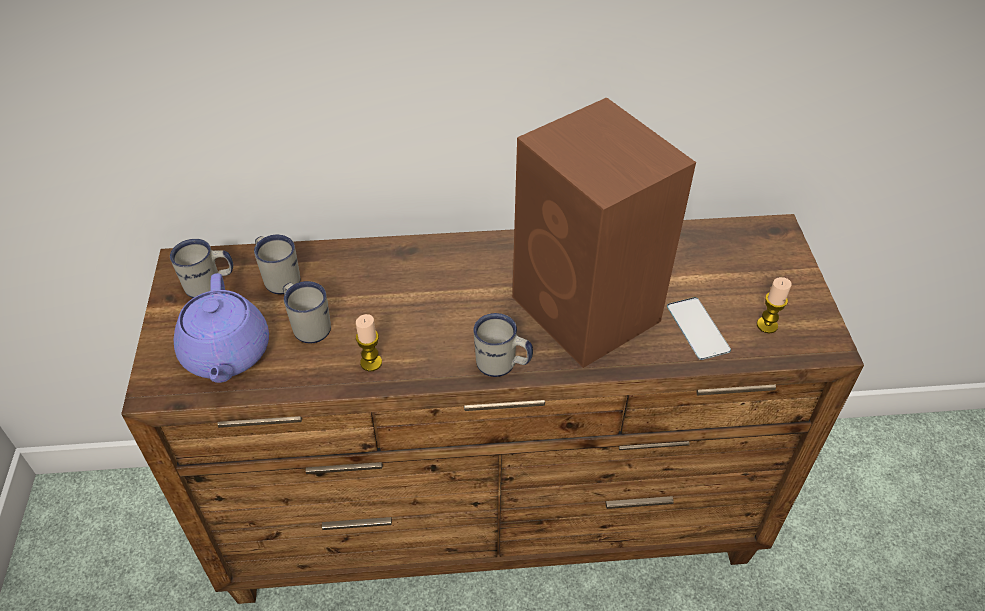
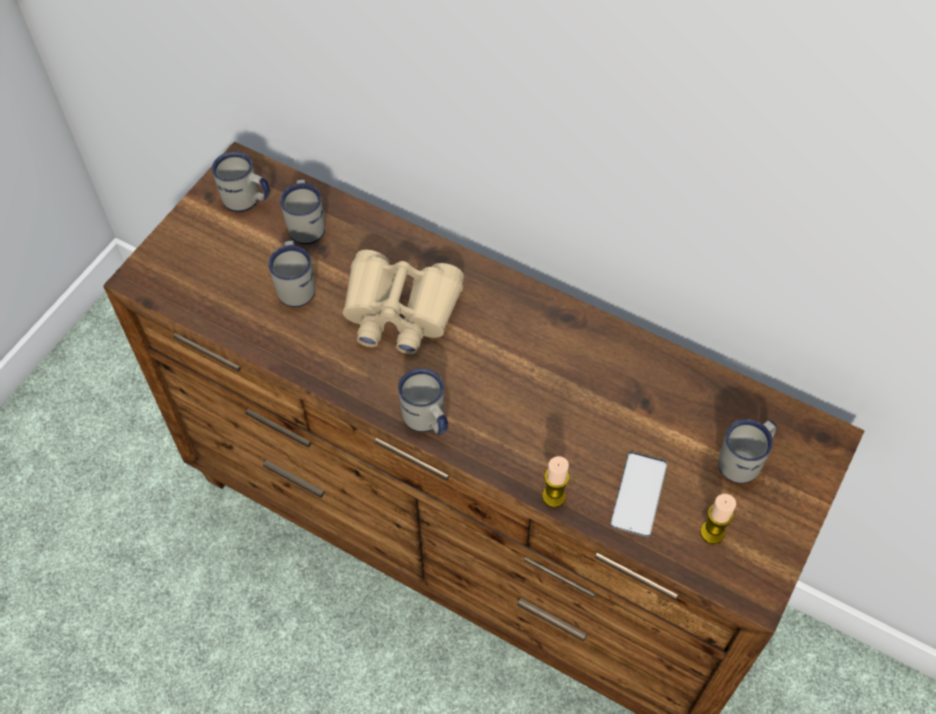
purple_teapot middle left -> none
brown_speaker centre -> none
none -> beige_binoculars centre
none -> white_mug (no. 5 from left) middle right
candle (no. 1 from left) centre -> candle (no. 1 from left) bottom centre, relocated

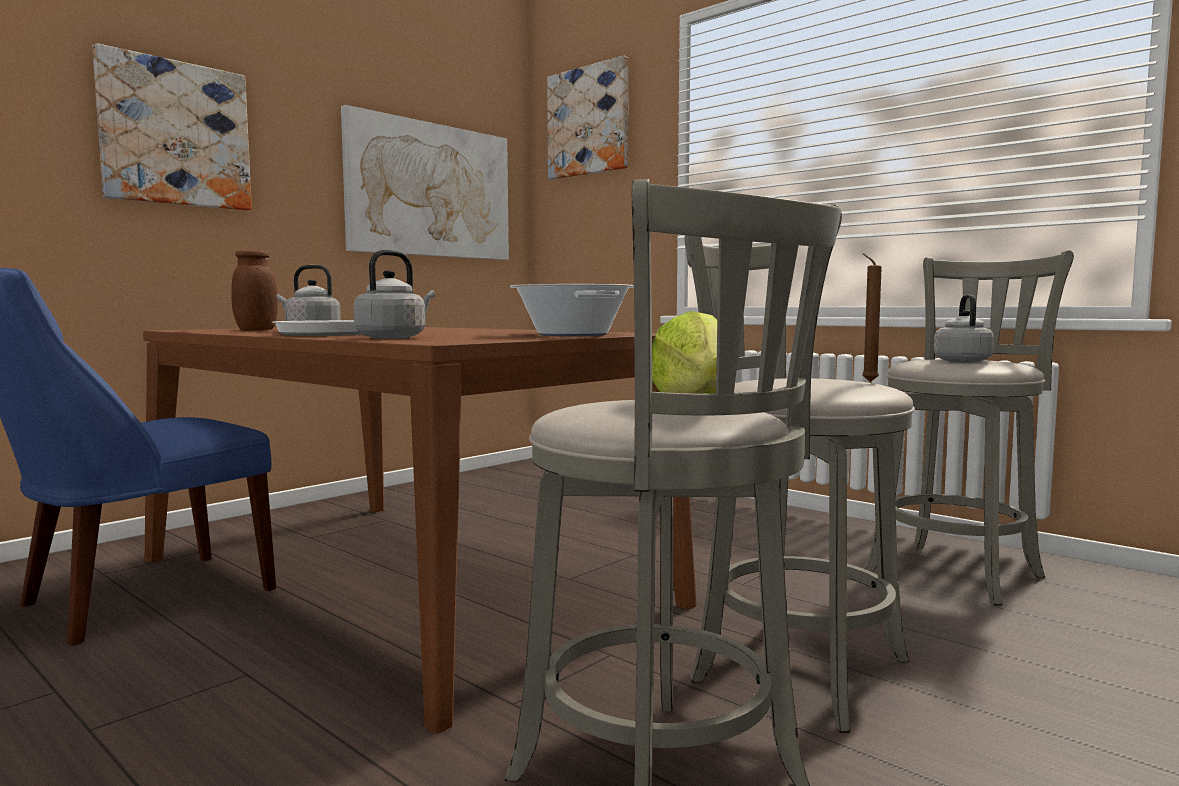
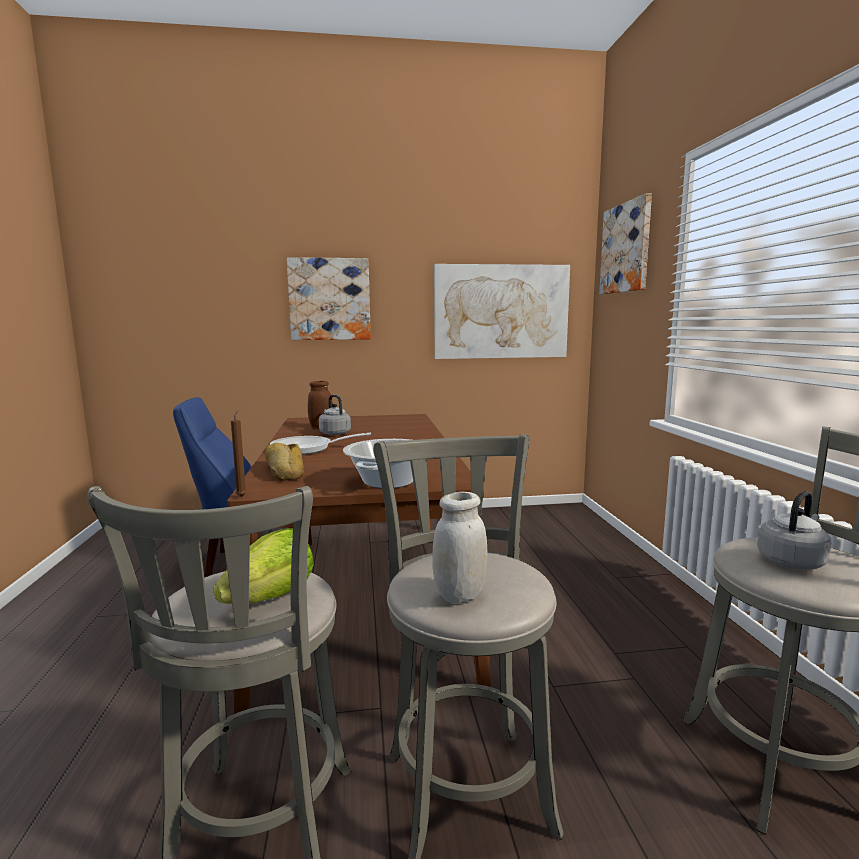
none -> white_jar centre
brown_candle middle right -> brown_candle middle left, relocated
grey_kettle (no. 2 from left) centre -> bread middle left

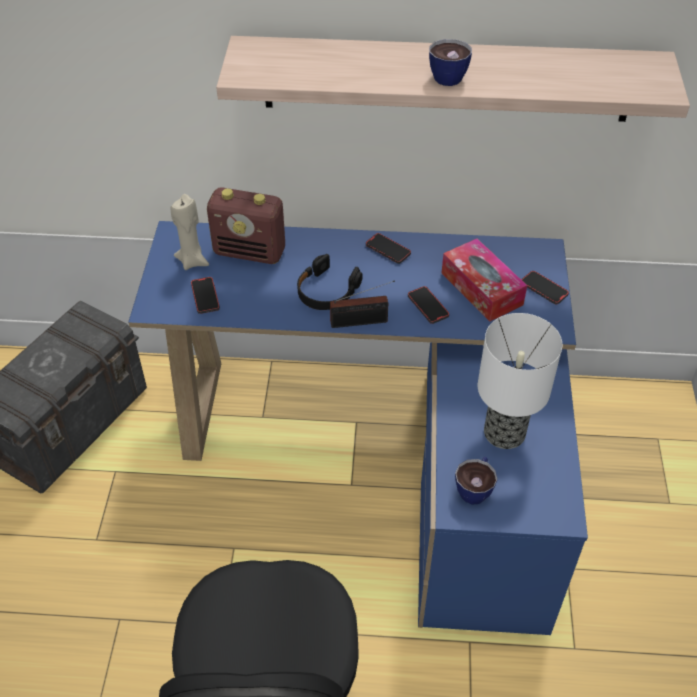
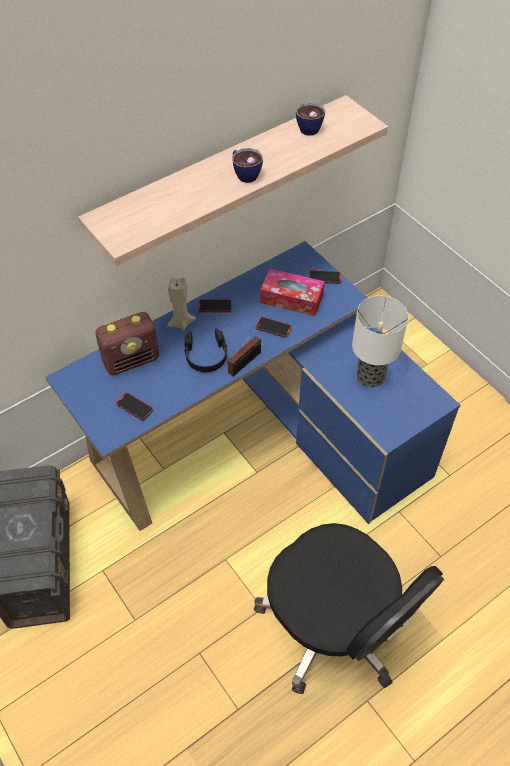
beige_candle top left -> beige_candle centre, relocated
cup (no. 2 from left) bottom right -> cup (no. 2 from left) top centre, relocated

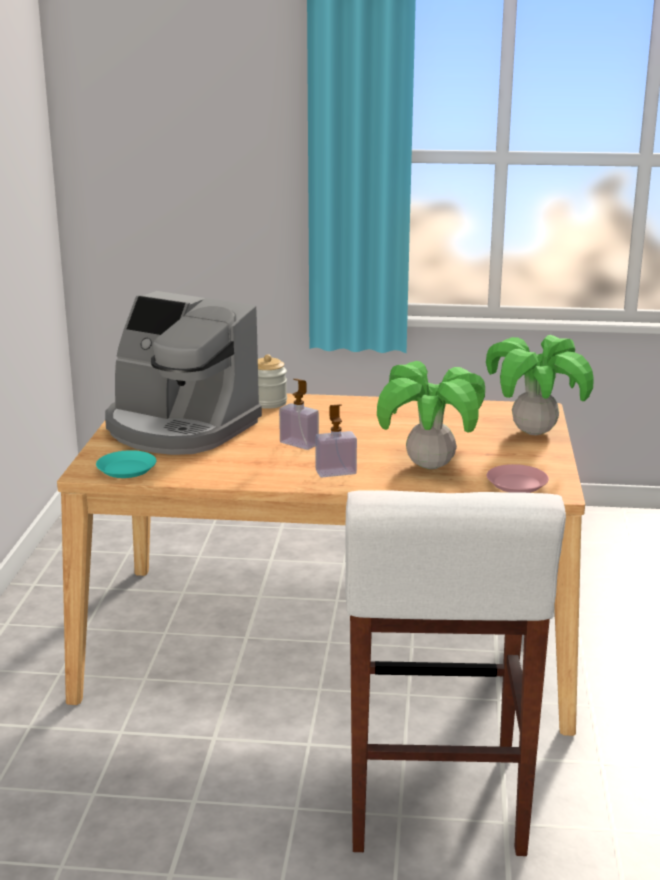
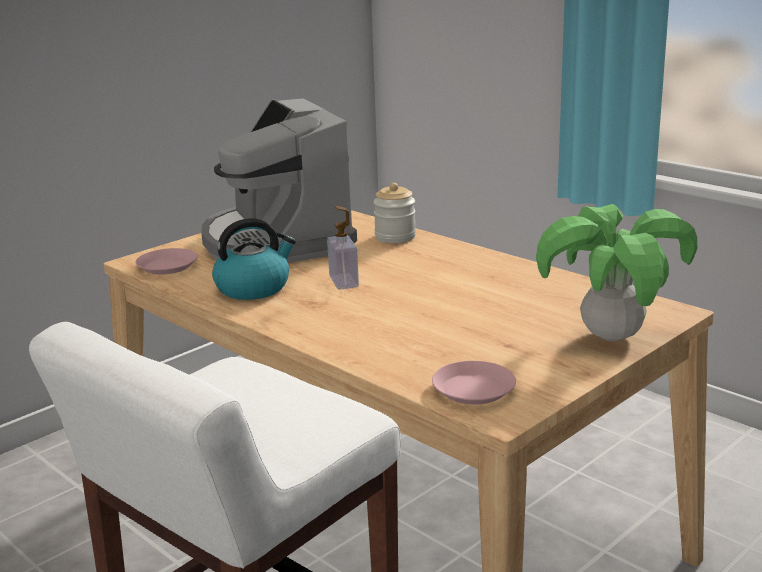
soap_dispenser (no. 2 from left) centre -> none
potted_plant (no. 1 from left) centre -> none
none -> kettle centre
turquoise_plate middle left -> pink_plate (no. 1 from left) middle left

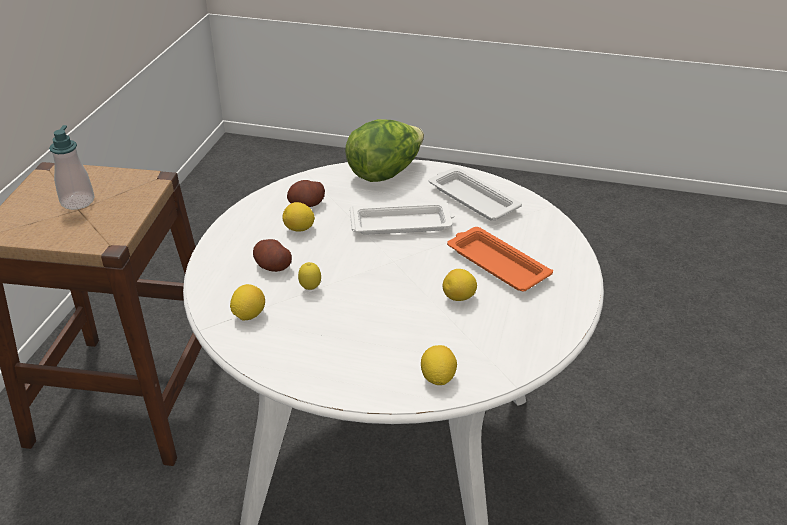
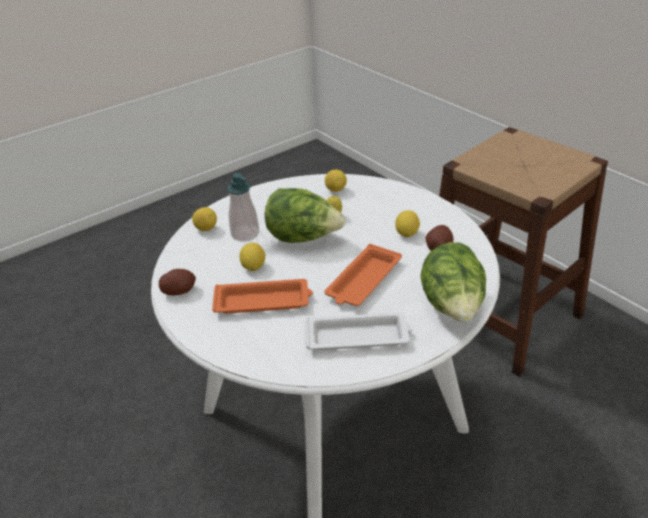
none -> lettuce (no. 1 from left) centre
soap_dispenser top left -> soap_dispenser centre, relocated
potato (no. 1 from left) centre -> potato (no. 1 from left) middle left, relocated
white_tray (no. 1 from left) centre -> orange_tray (no. 2 from left) centre

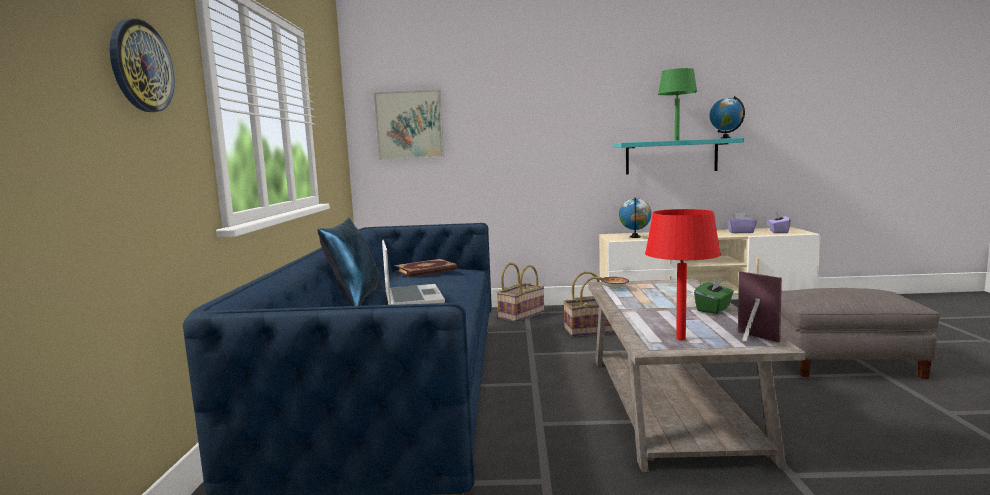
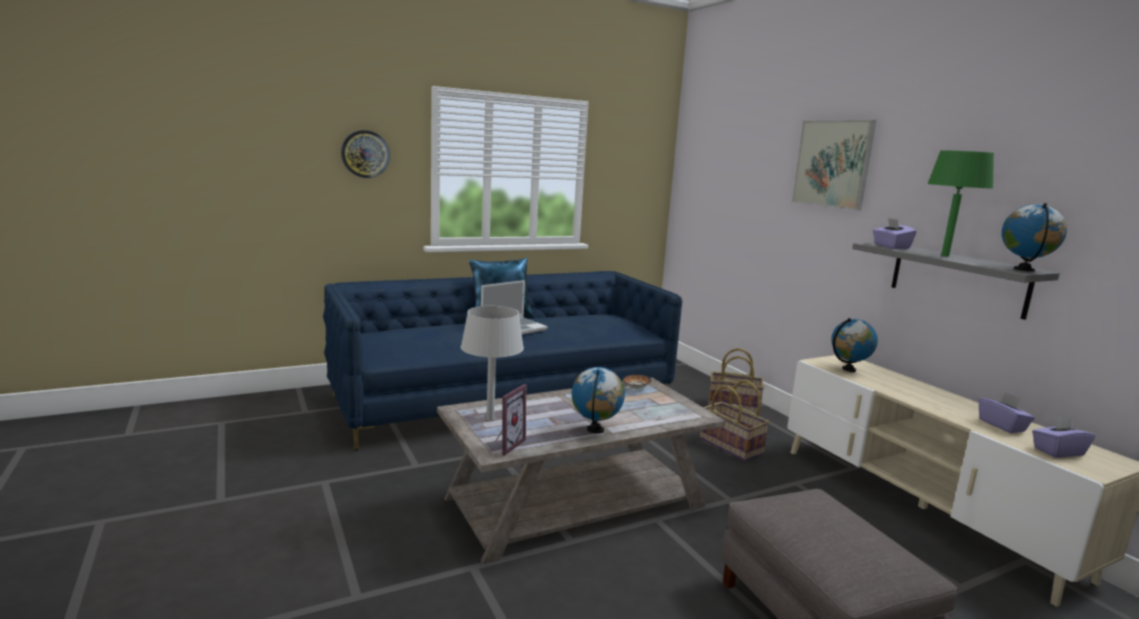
book centre -> none
none -> purple_tissue_box (no. 1 from left) middle right
picture top centre -> picture top right, relocated
green_tissue_box middle right -> globe (no. 1 from left) centre
turquoise_shelf top right -> grey_shelf middle right
red_table_lamp middle right -> grey_table_lamp centre

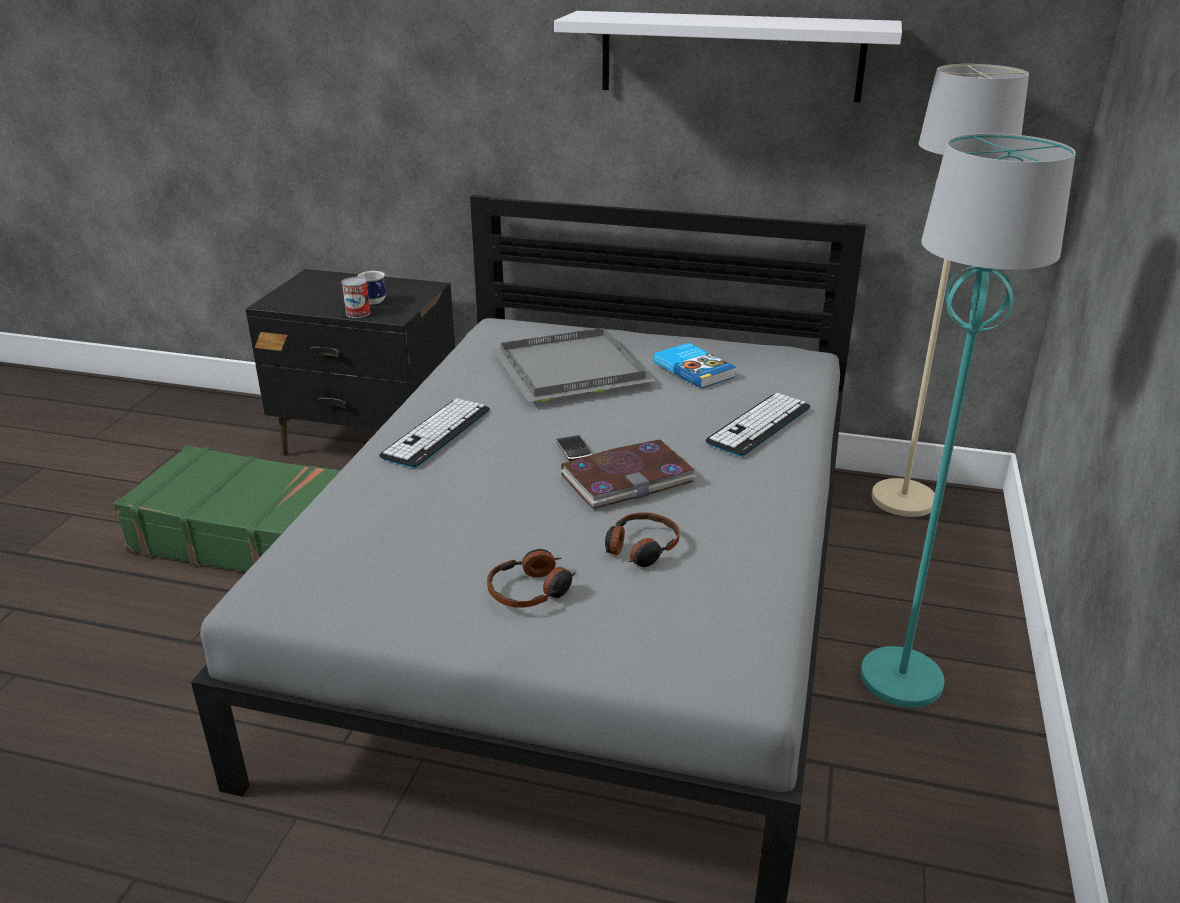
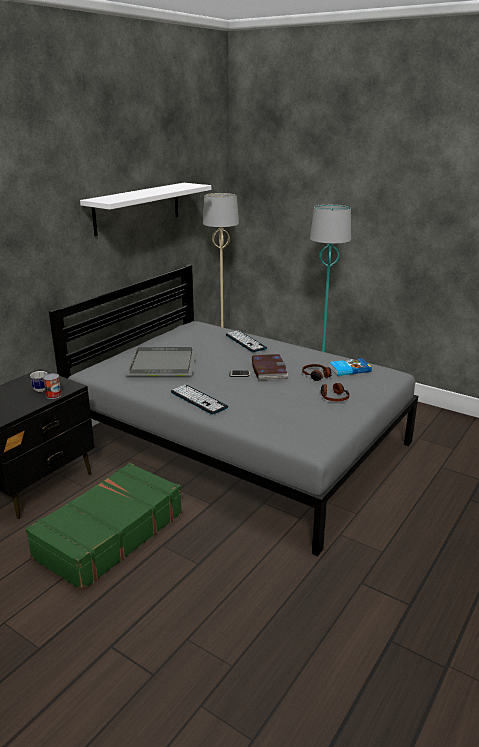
book (no. 2 from left) centre -> book (no. 2 from left) middle right, relocated

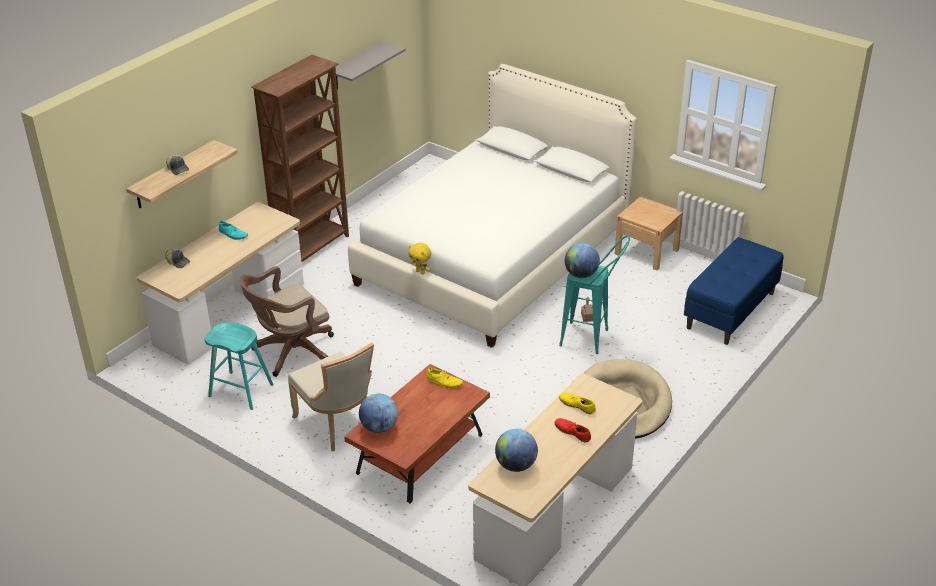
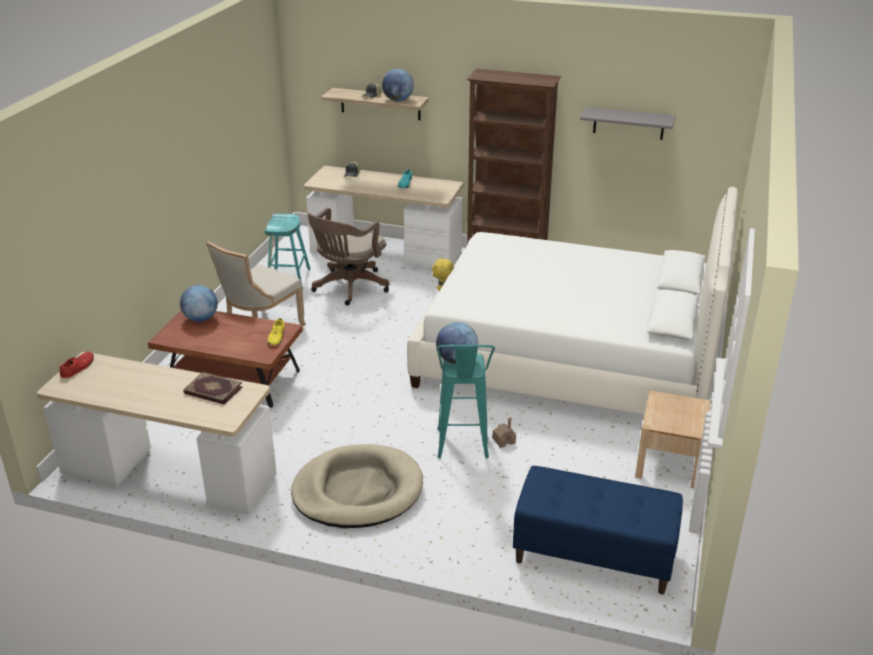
globe (no. 2 from left) bottom centre -> globe (no. 2 from left) top centre, relocated
red_shoe bottom centre -> red_shoe middle left, relocated
yellow_shoe (no. 2 from left) bottom centre -> book middle left
brown_office_chair middle left -> brown_office_chair centre, 90 degrees counterclockwise

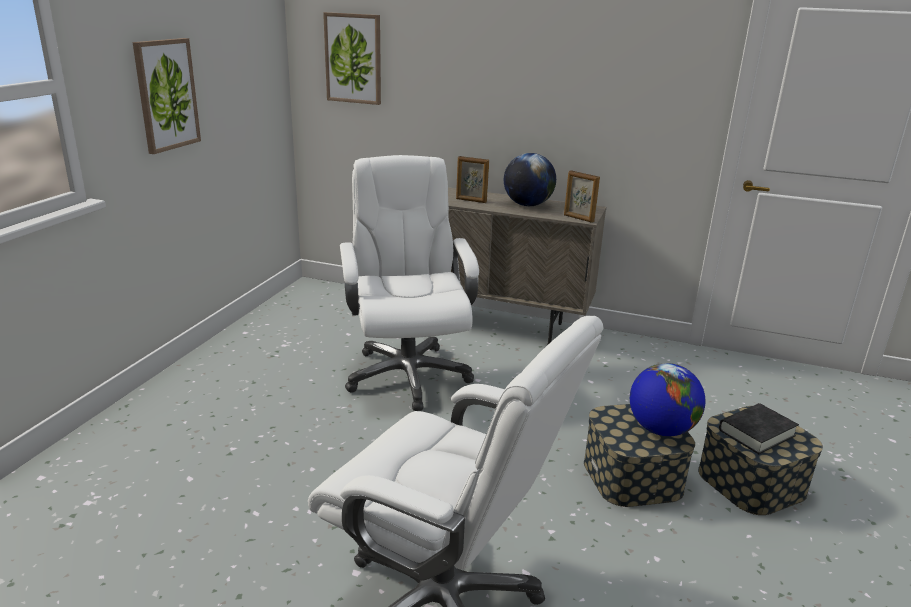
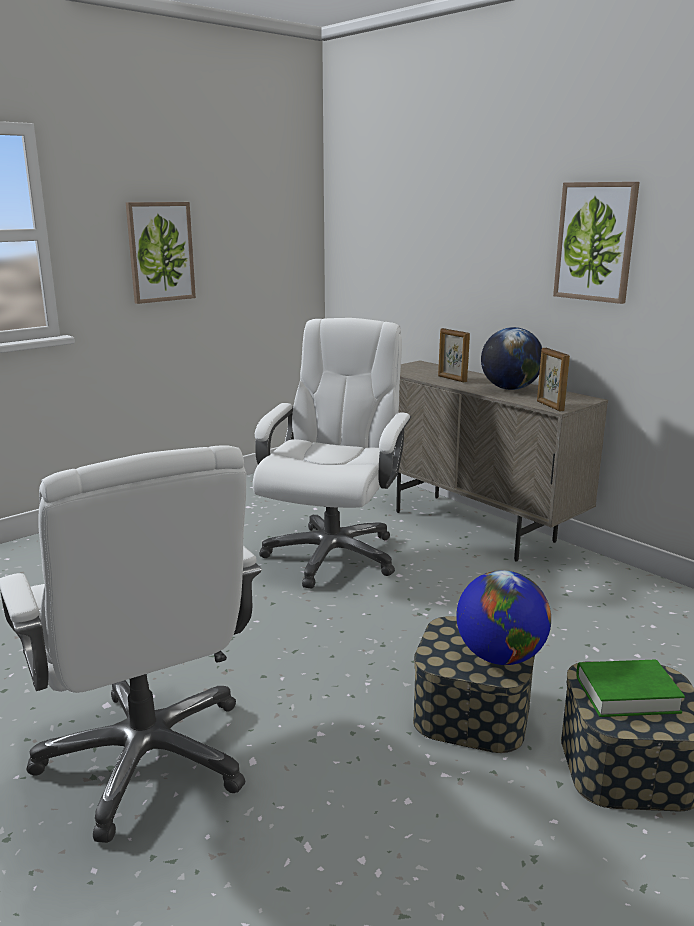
picture (no. 2 from left) top centre -> picture (no. 2 from left) top right, relocated
black_book bottom right -> green_book bottom right

